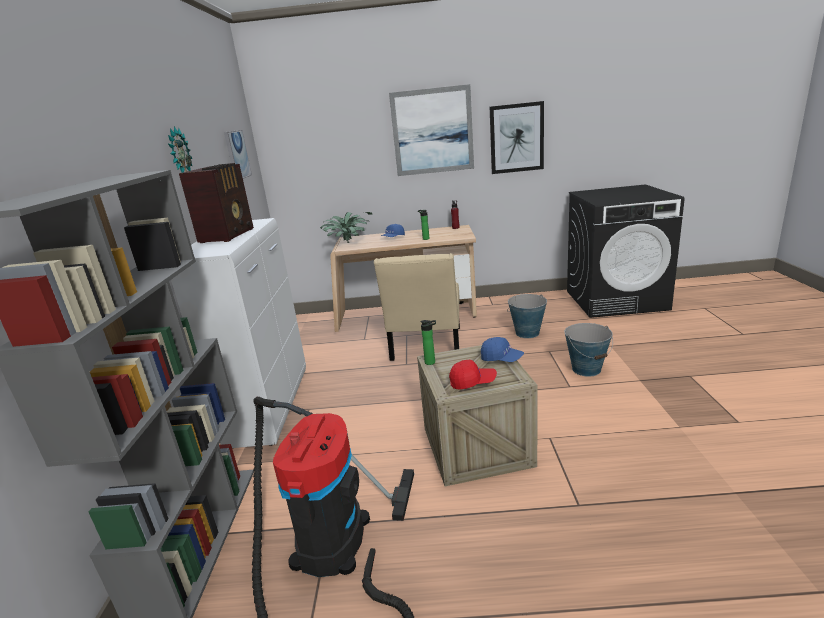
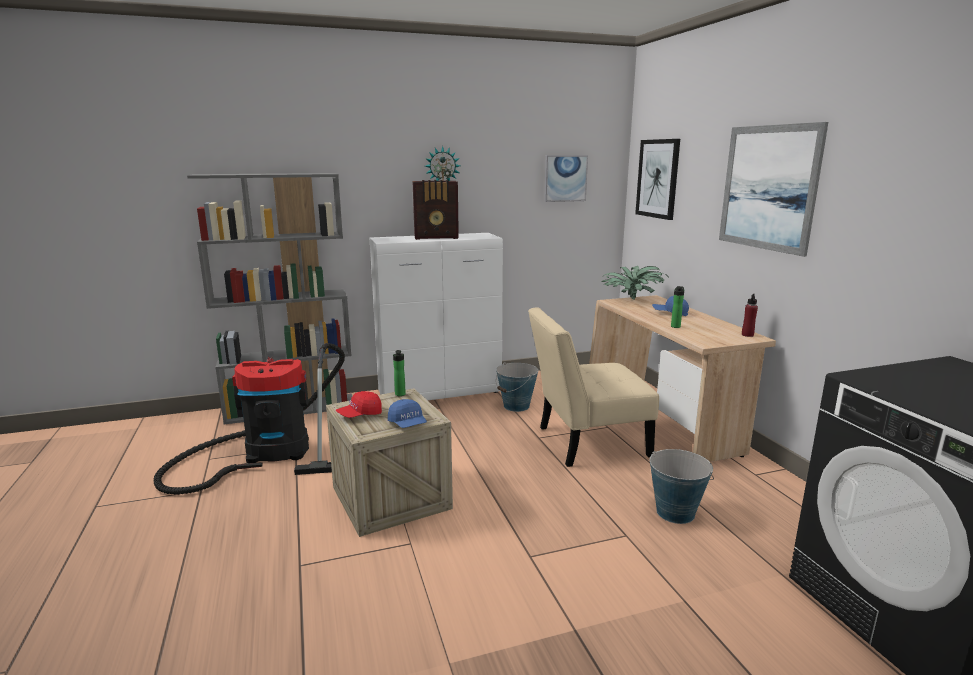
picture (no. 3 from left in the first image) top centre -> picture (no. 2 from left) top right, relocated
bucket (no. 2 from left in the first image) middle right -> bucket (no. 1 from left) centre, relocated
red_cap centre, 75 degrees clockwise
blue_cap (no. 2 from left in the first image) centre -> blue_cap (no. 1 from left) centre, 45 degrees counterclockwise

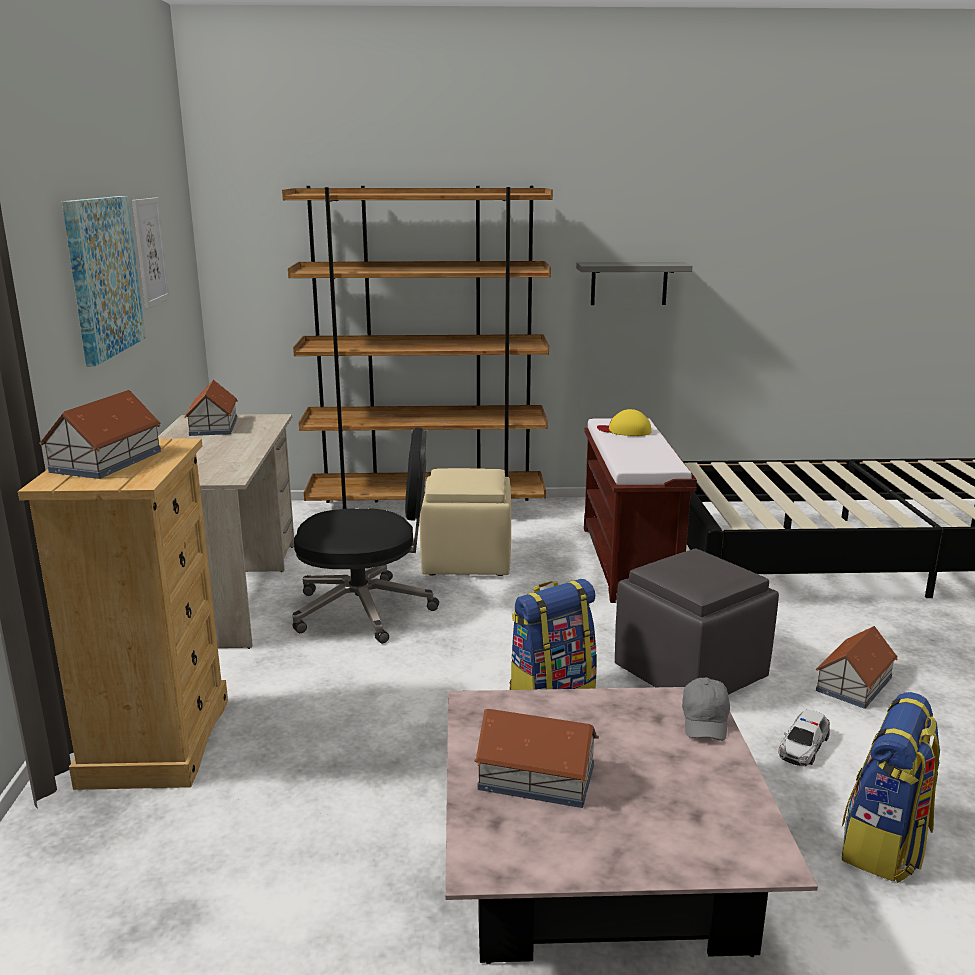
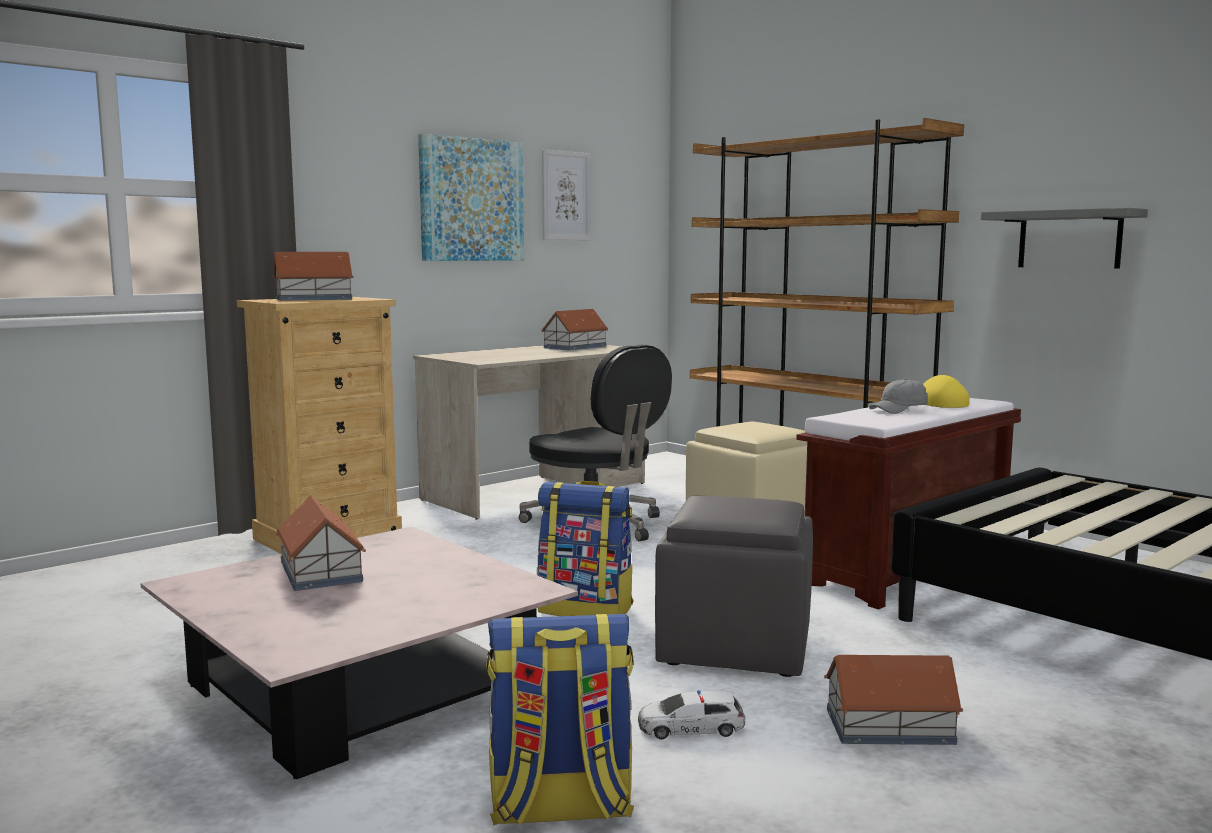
grey_cap bottom right -> grey_cap middle right, relocated

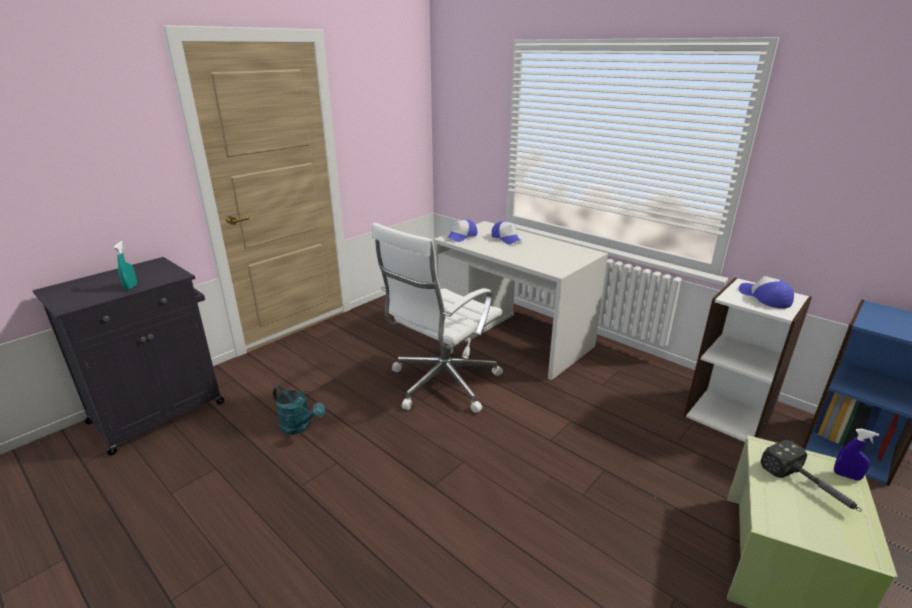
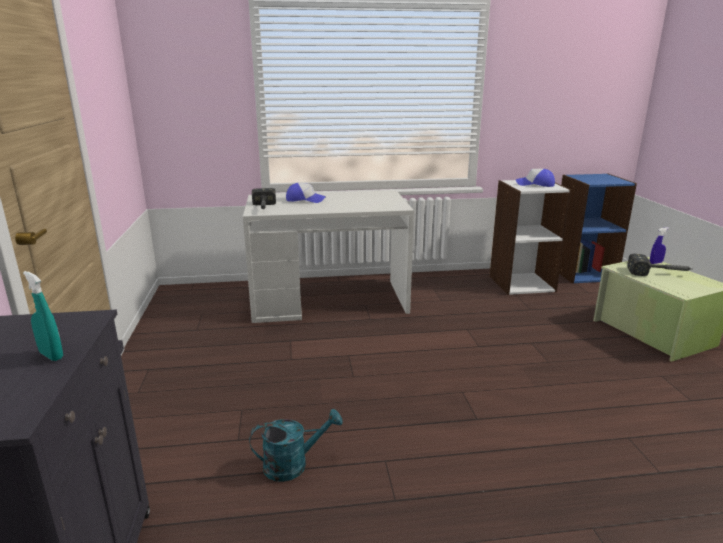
white_office_chair centre -> none
cap (no. 1 from left) centre -> hammer (no. 1 from left) centre

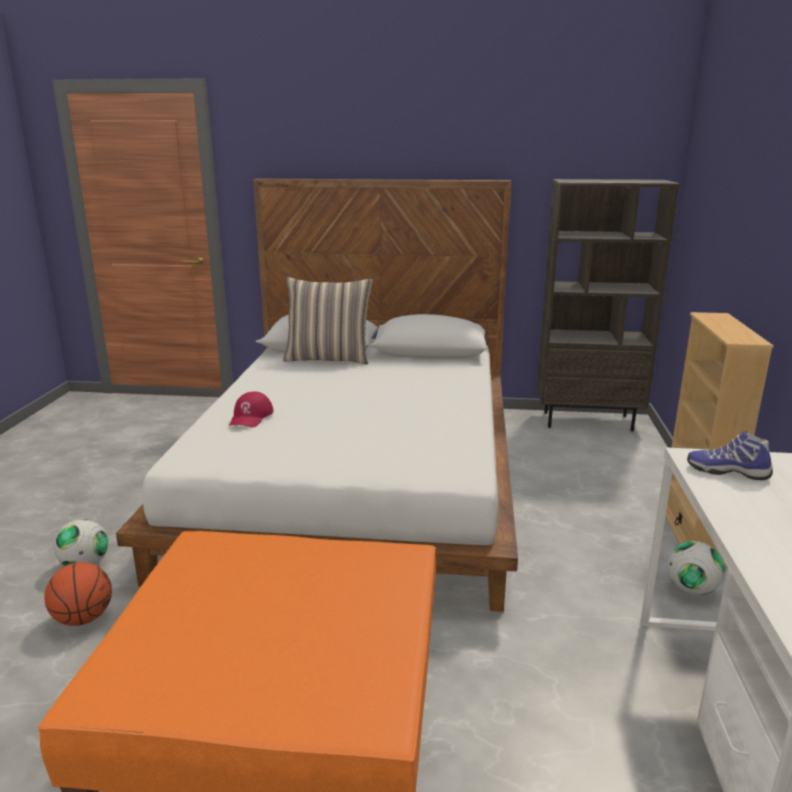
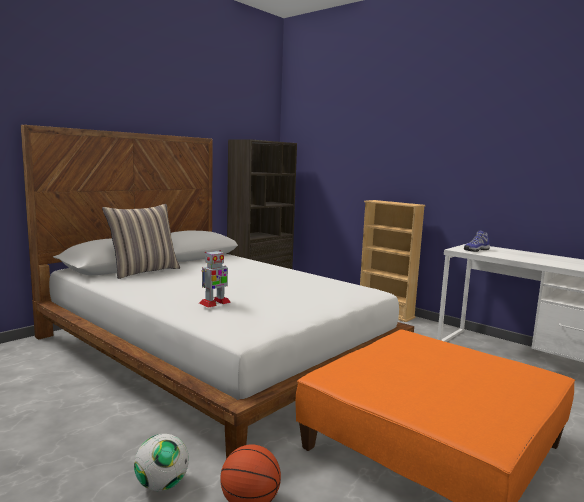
football (no. 2 from left) bottom right -> none
red_cap middle left -> toy_robot centre

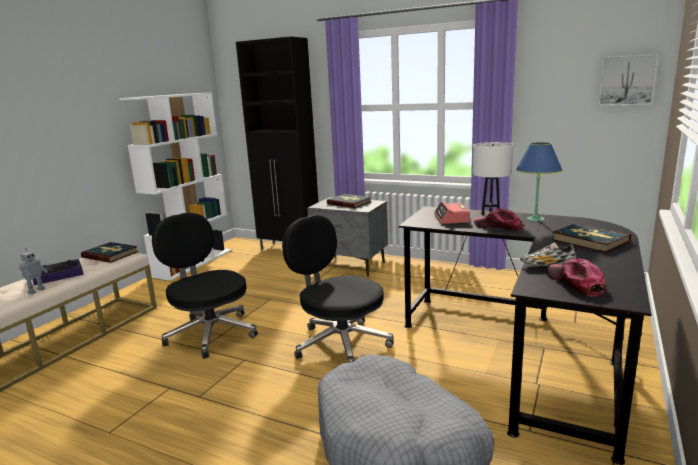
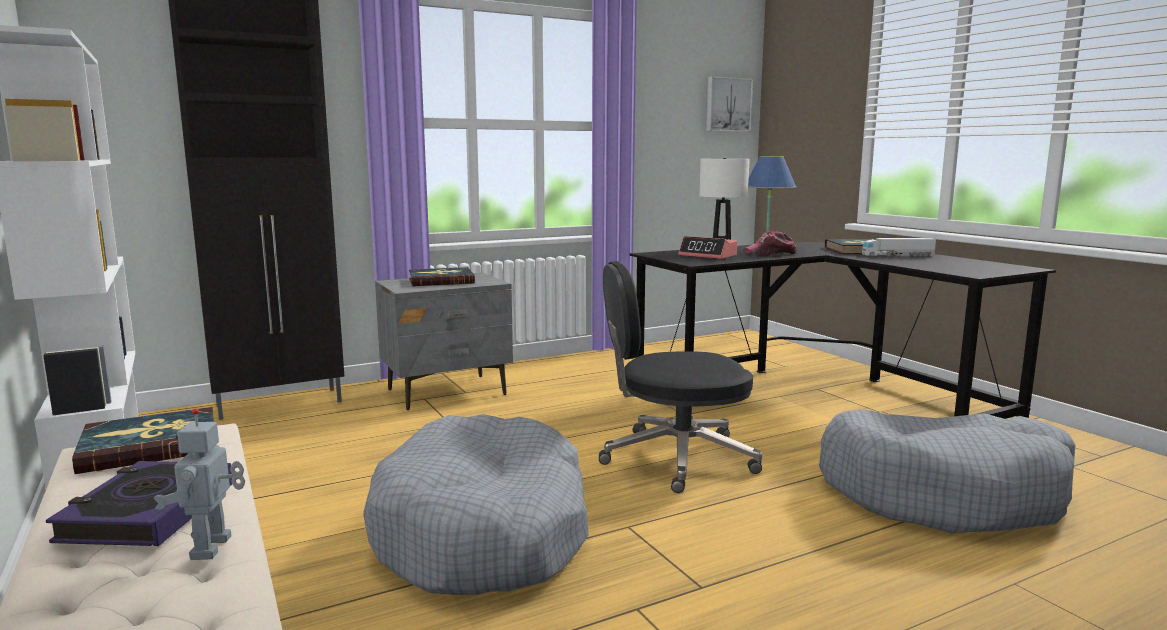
shoe middle right -> none
cap (no. 2 from left) middle right -> none
none -> toy_truck middle right
black_office_chair (no. 1 from left) middle left -> grey_dog_bed (no. 1 from left) bottom centre
toy_robot middle left -> toy_robot bottom left, 150 degrees counterclockwise

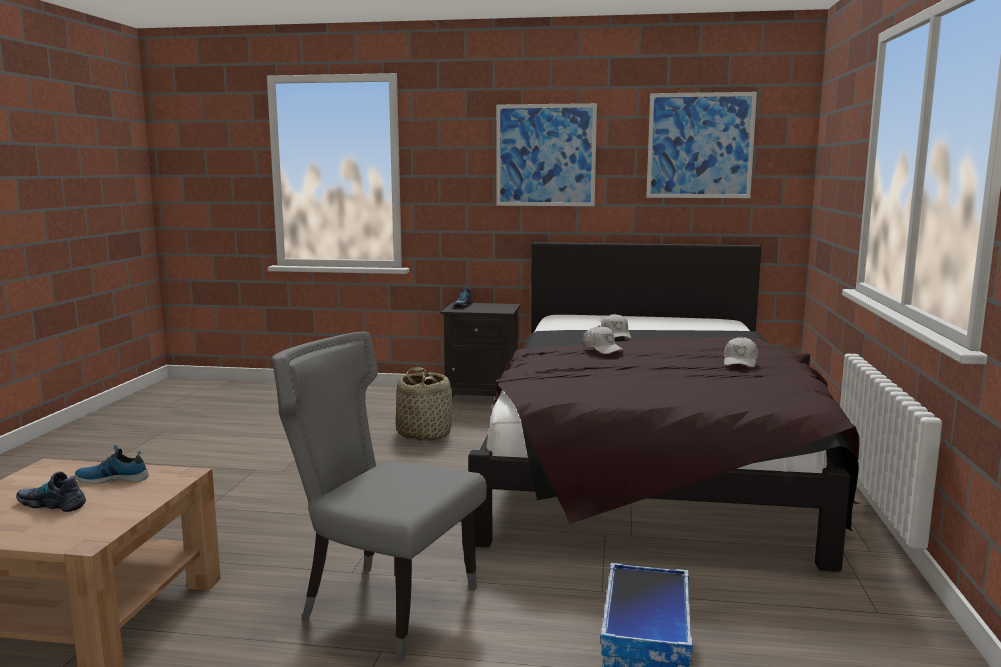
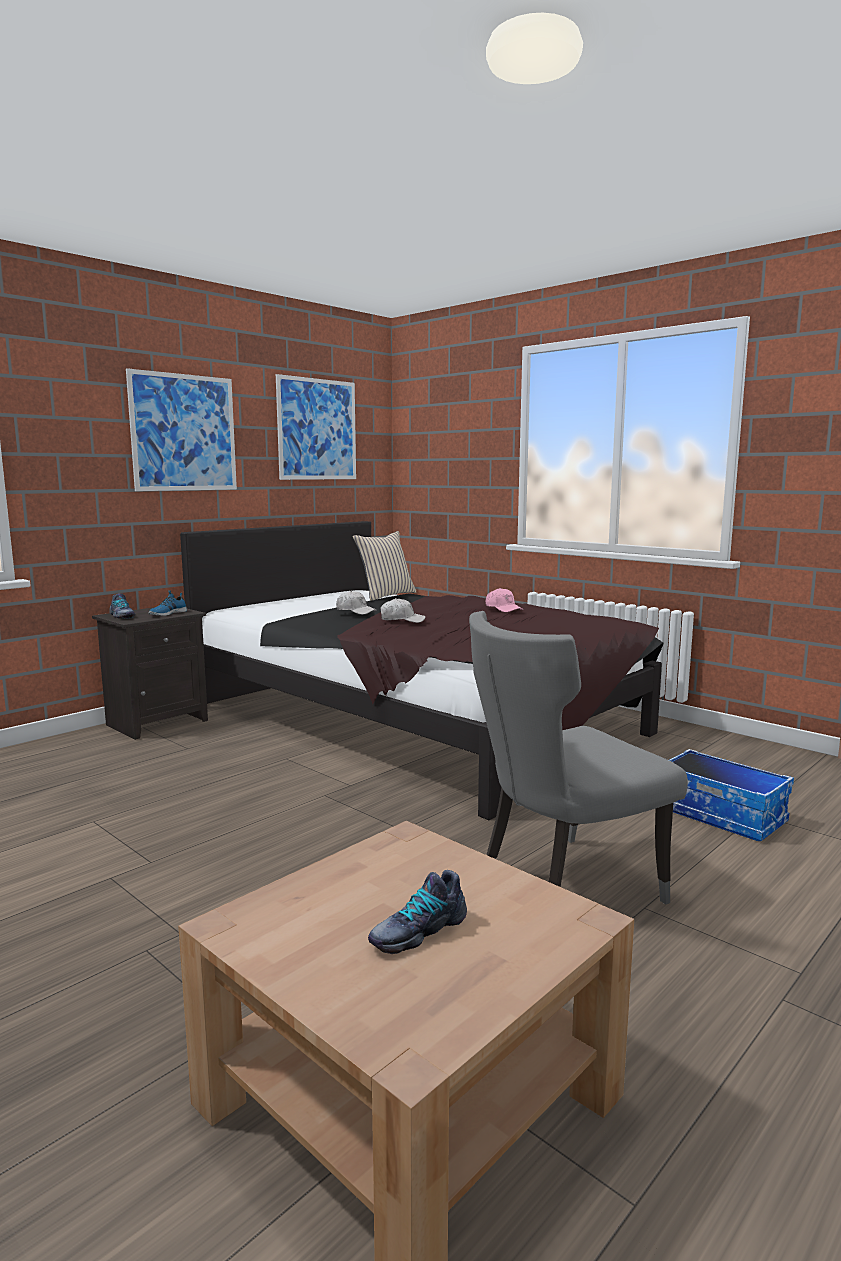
basket centre -> none
none -> beige_pillow centre
shoe (no. 2 from left) bottom left -> shoe (no. 2 from left) middle left, relocated
white_cap (no. 3 from left) middle right -> pink_cap centre

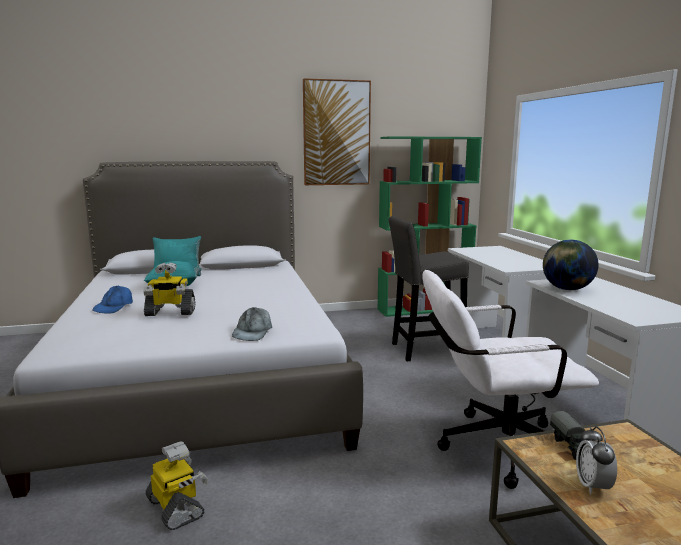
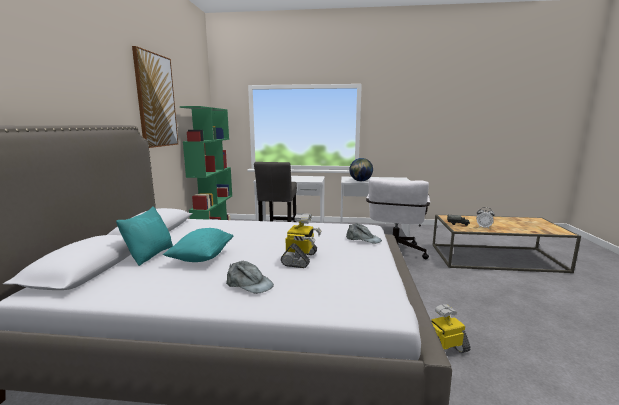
blue_cap middle left -> grey_cap (no. 1 from left) bottom centre

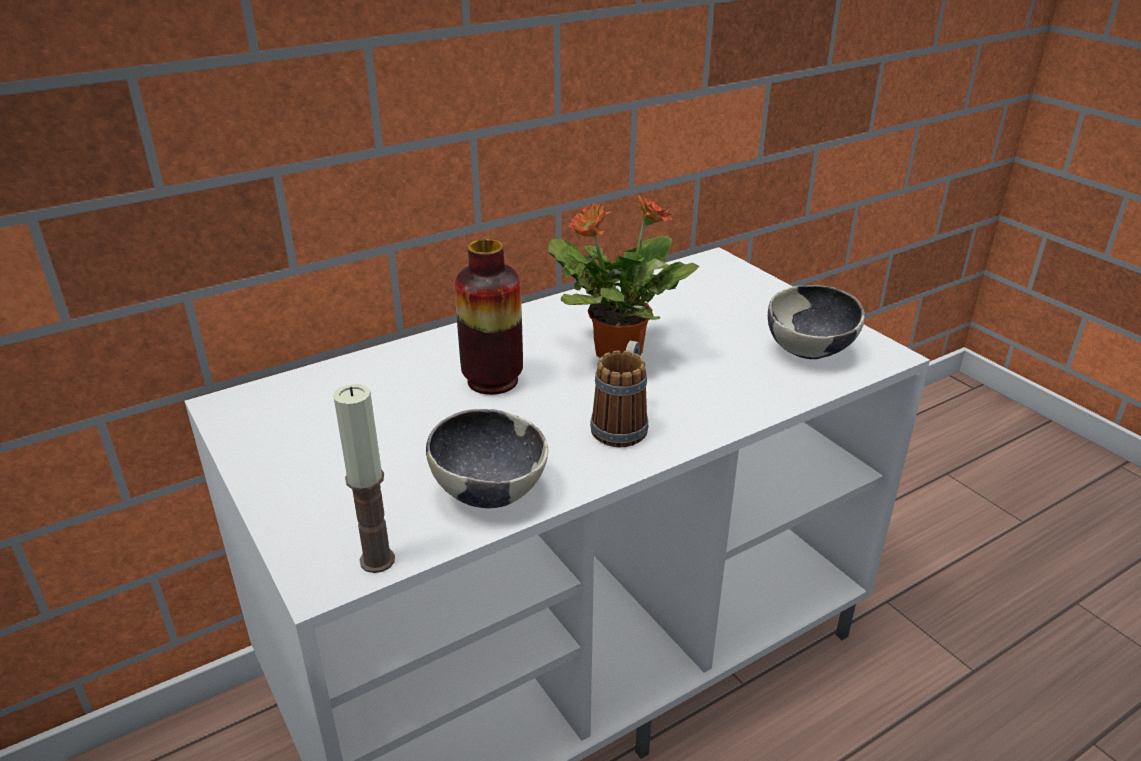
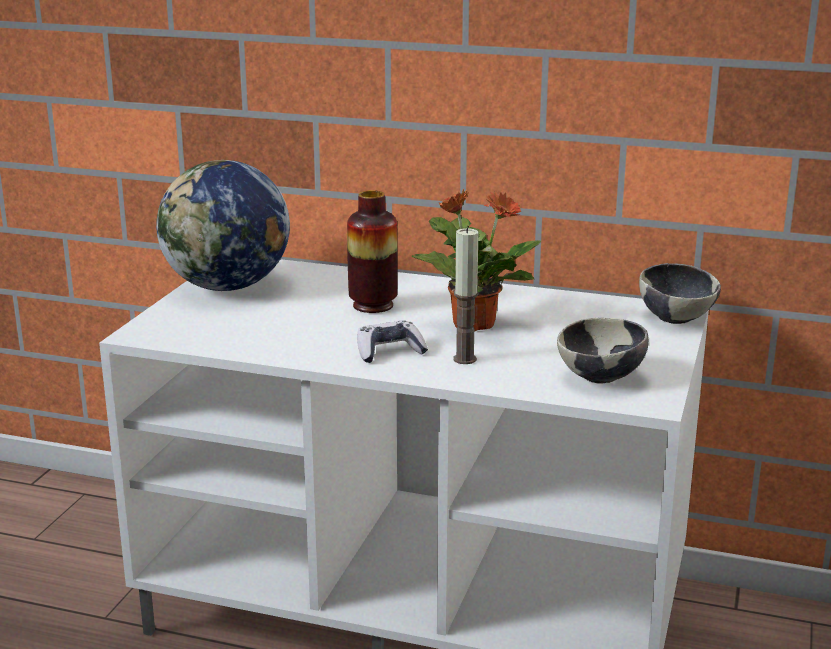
none -> globe middle left
candle middle left -> candle centre, relocated
bowl (no. 1 from left in the first image) centre -> bowl (no. 2 from left) middle right, relocated
mug centre -> game_controller centre

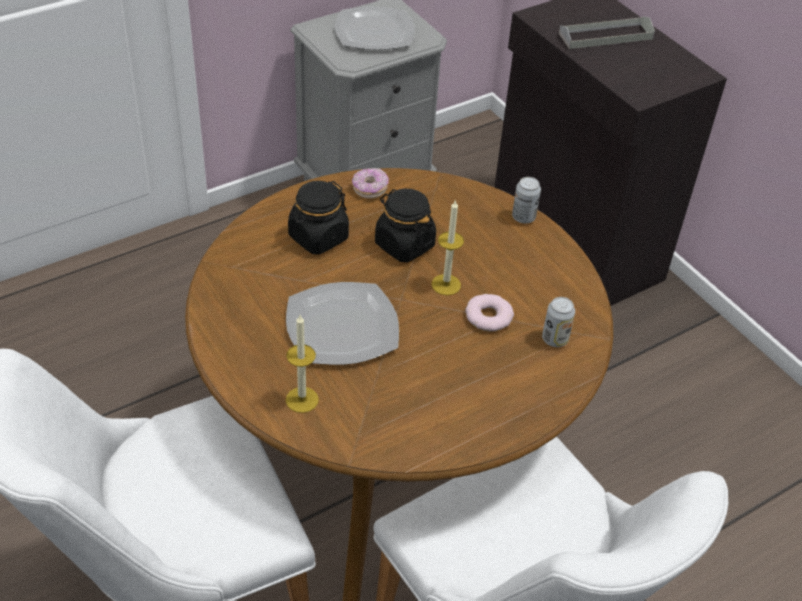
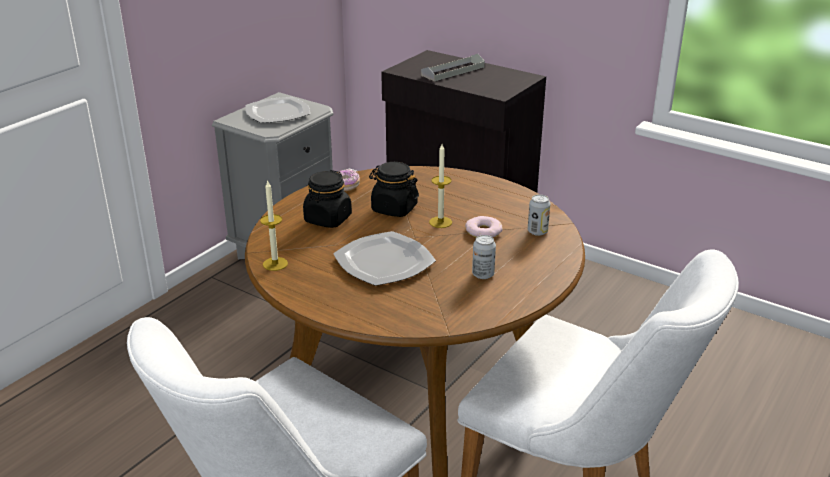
candle (no. 1 from left) centre -> candle (no. 1 from left) middle left, relocated
can (no. 1 from left) top centre -> can (no. 1 from left) centre, relocated

